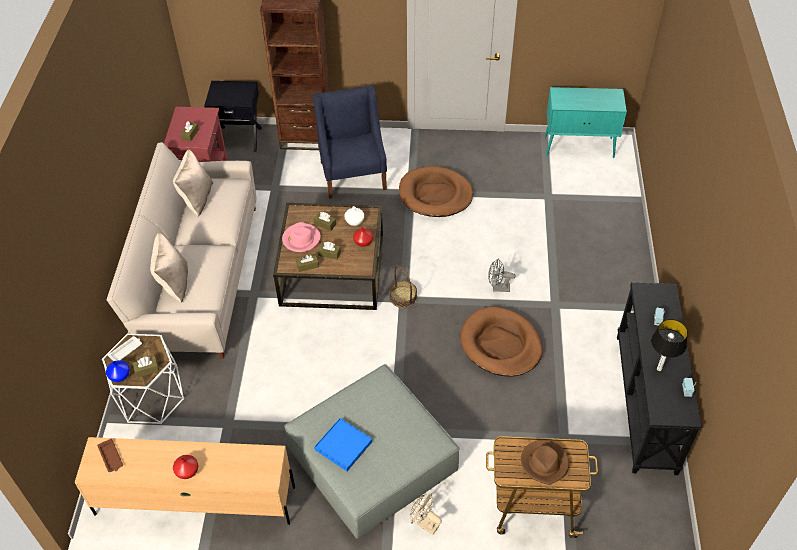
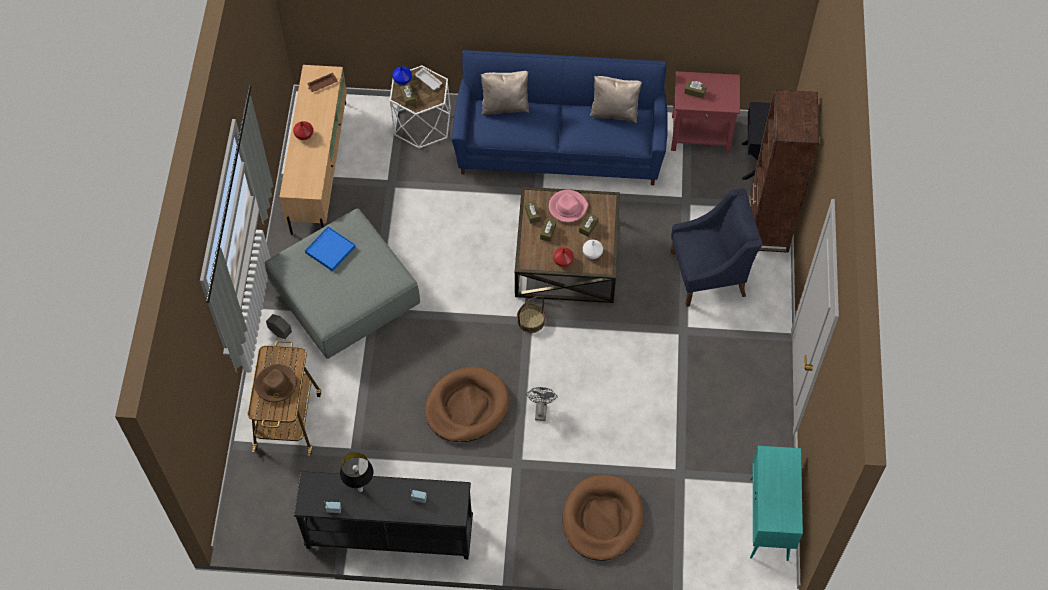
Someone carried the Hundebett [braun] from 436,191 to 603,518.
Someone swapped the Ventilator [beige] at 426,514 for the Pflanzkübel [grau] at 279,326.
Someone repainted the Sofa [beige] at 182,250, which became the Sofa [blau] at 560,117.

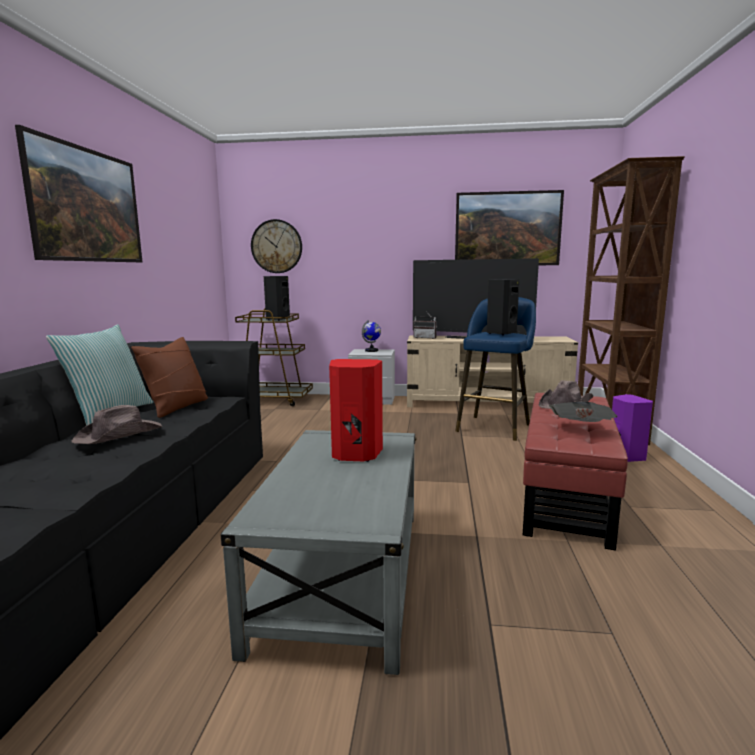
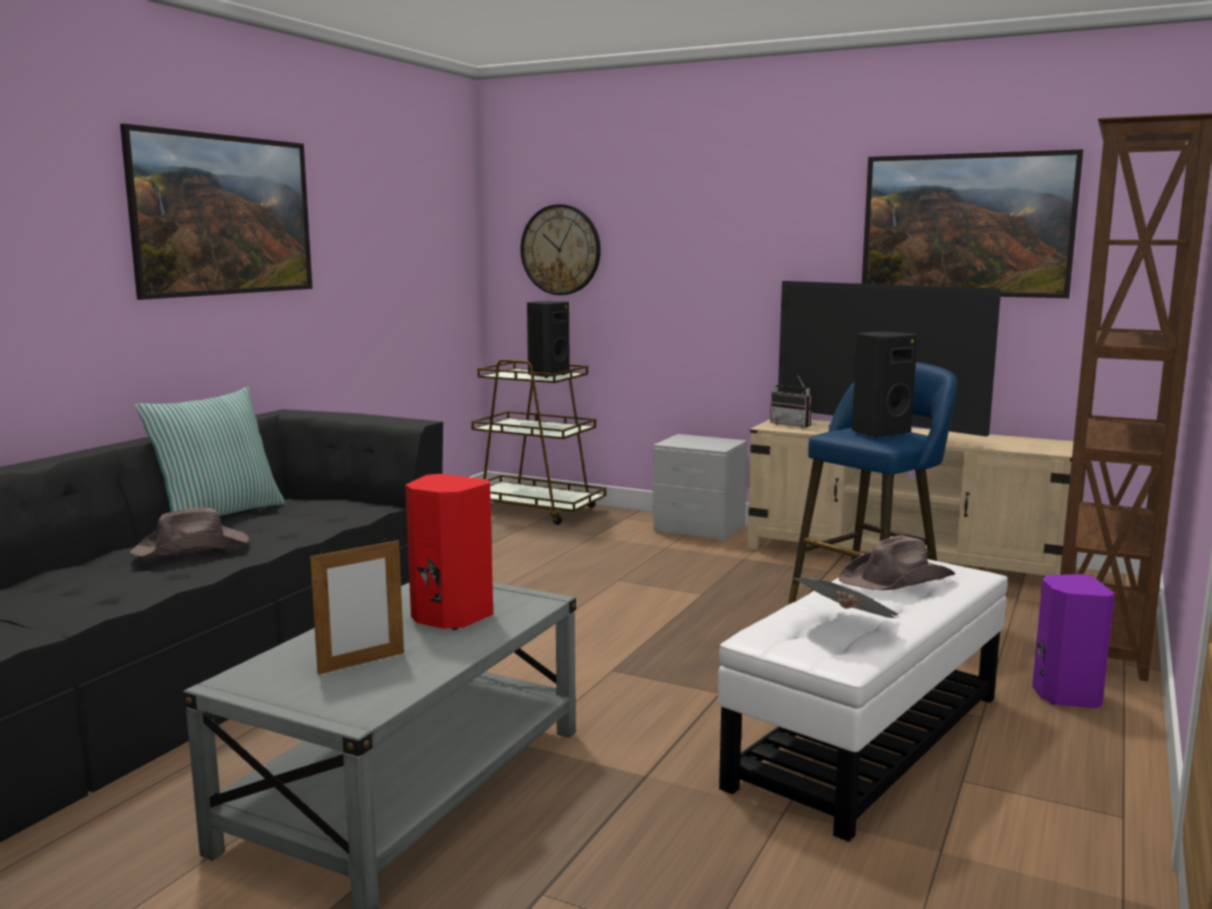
Someone took away the Kissen [braun] at 169,377.
Someone took away the Globus at 371,336.
Someone put down the Bilderrahmen at 357,606.
Someone repainted the Polsterhocker [rot] at 575,472, which became the Polsterhocker [weiß] at 863,700.

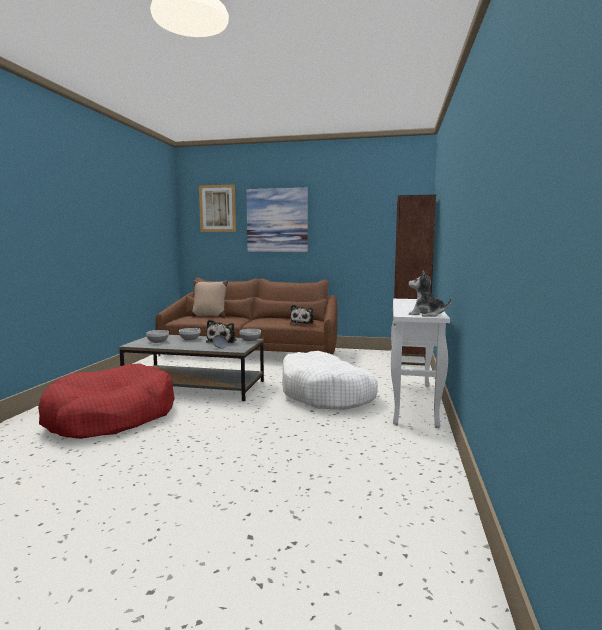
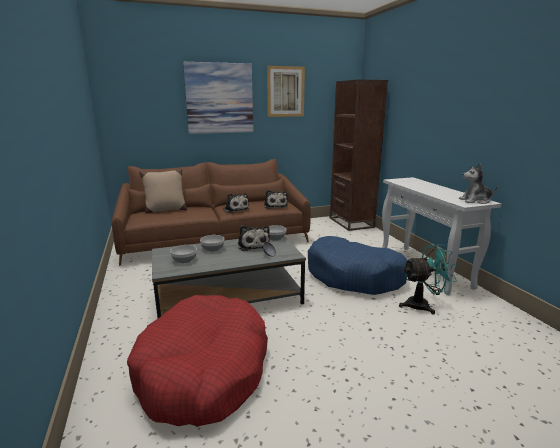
Someone put down the Plüschtier at 236,203.
Someone put down the Ventilator [türkis] at 428,280.
Someone carried the Bild from 217,208 to 286,91.
Someone repainted the Hundebett [weiß] at 330,380, which became the Hundebett [blau] at 357,265.

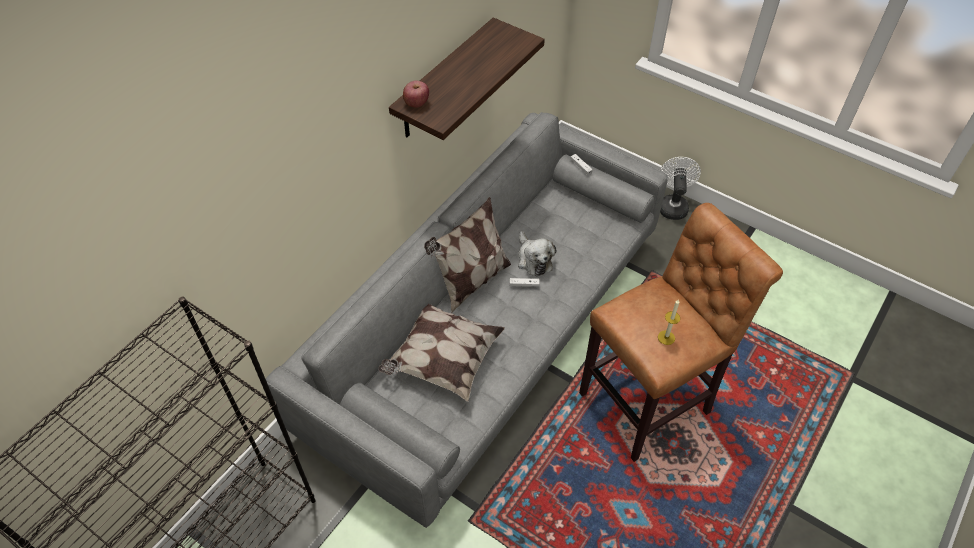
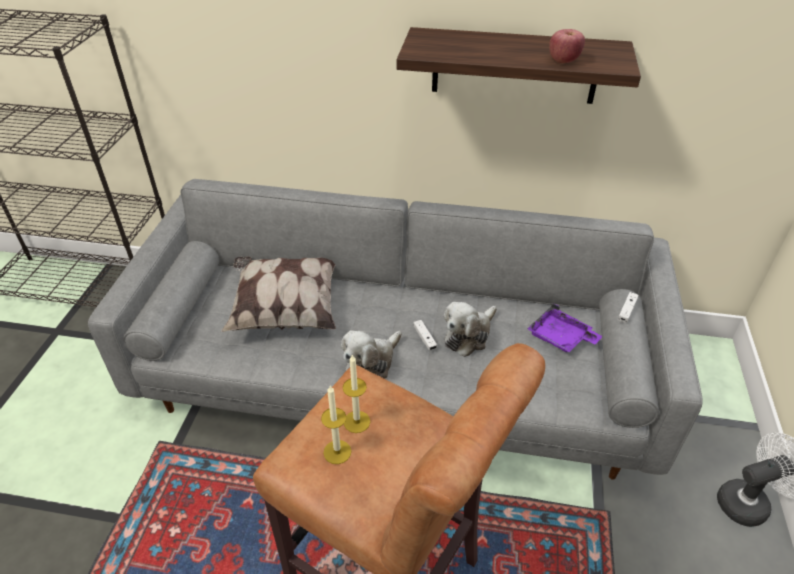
Someone took away the Kissen at 467,255.
Someone put down the Plüschtier at 371,354.
Someone put down the Kerze at 356,393.
Someone put down the Tablett [lila] at 564,327.
Someone carried the Apfel from 416,94 to 567,46.

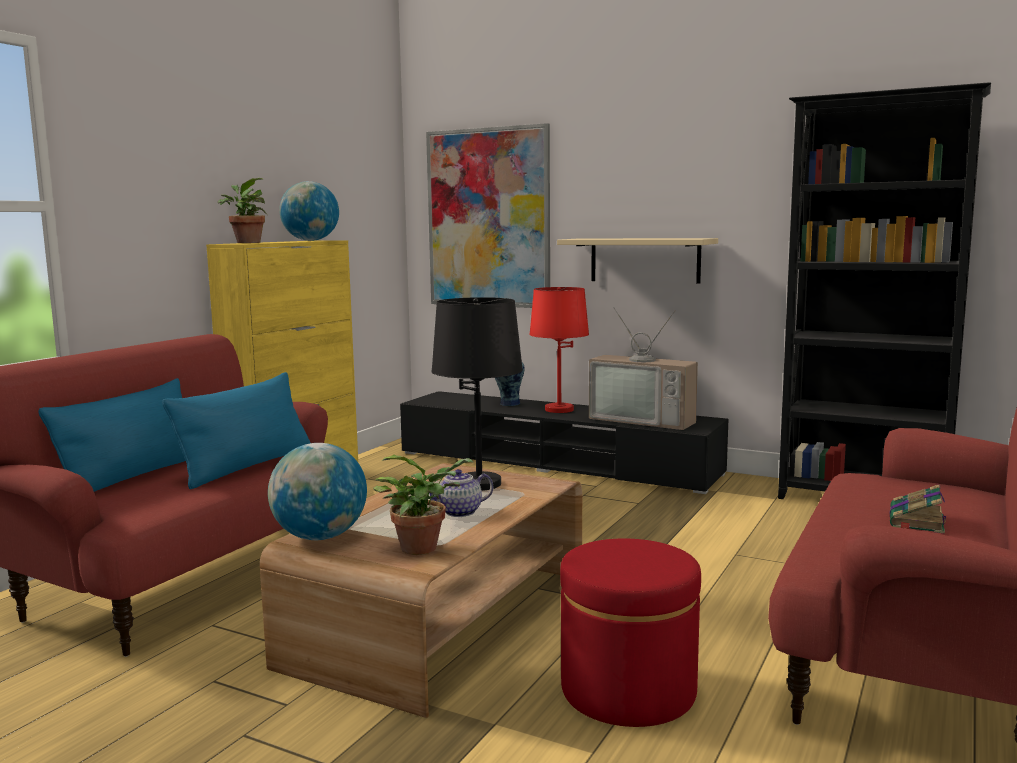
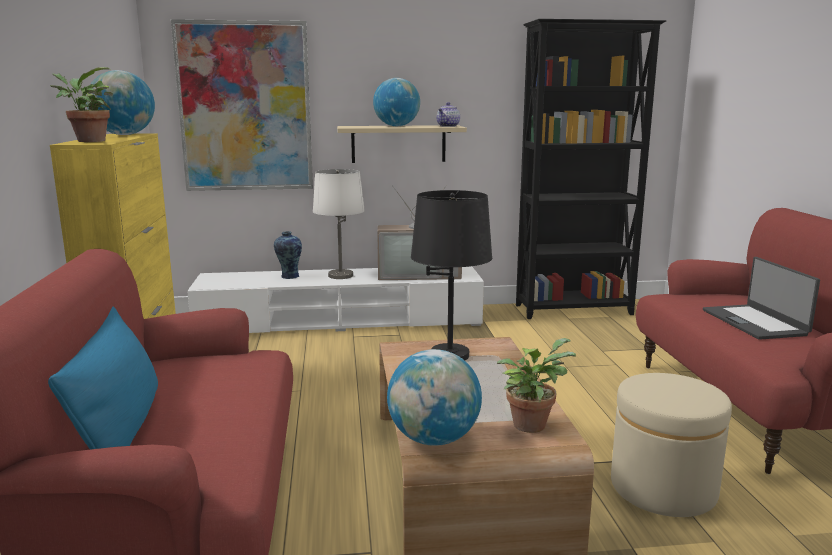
Someone took away the Kissen [blau] at 236,430.
Someone put down the Globus at 396,102.
Someone carried the Teekanne from 461,493 to 448,114.
Someone swapped the Buch at 918,509 for the Laptop at 761,298.
Someone repainted the Fernsehschrank [schwarz] at 564,442, which became the Fernsehschrank [weiß] at 335,299.
Someone repainted the Tischlampe [rot] at 559,350, which became the Tischlampe [weiß] at 339,224.
Someone repainted the Polsterhocker [rot] at 630,632, which became the Polsterhocker [beige] at 671,445.

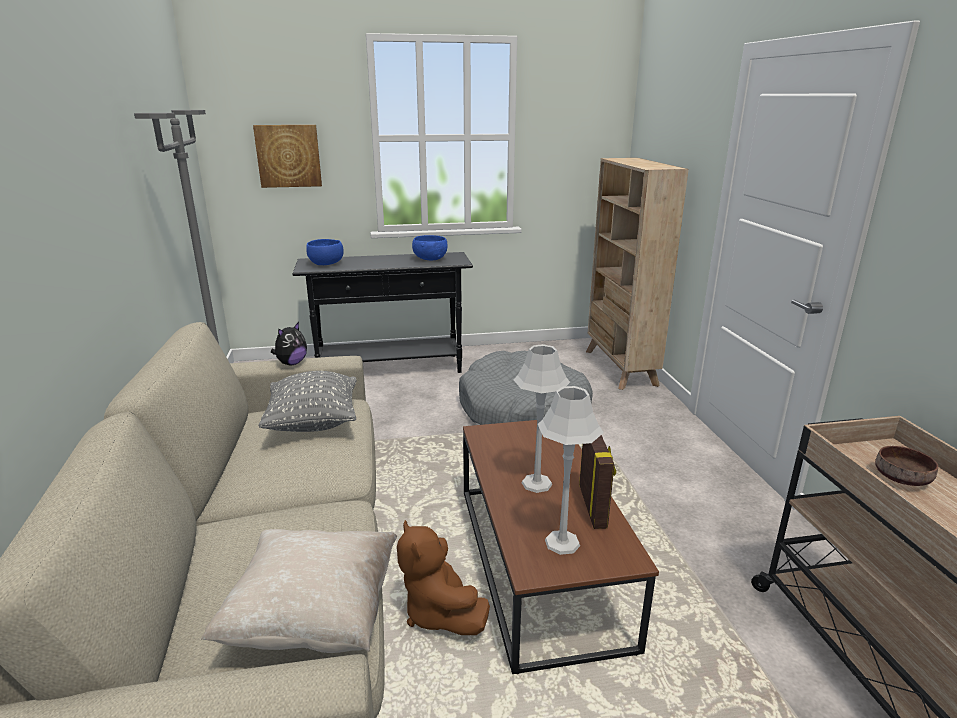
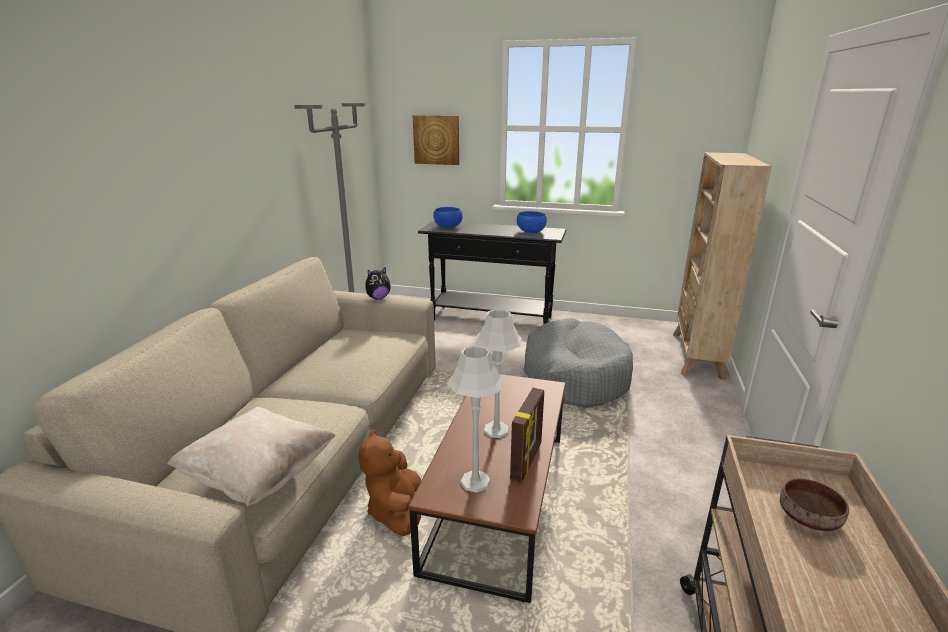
Someone took away the Kissen [grau] at 307,401.

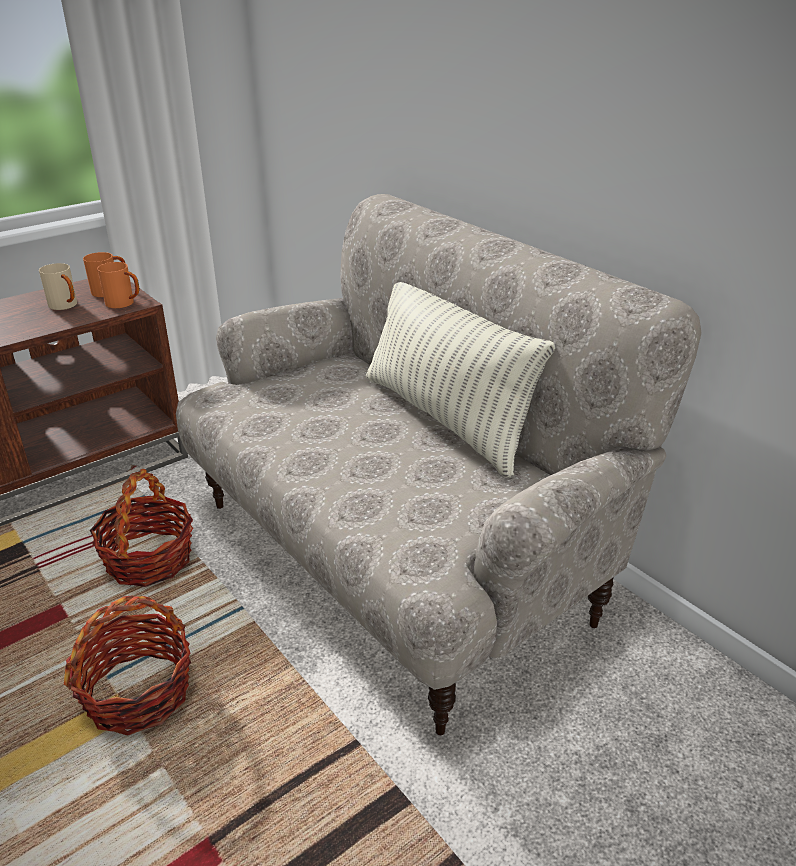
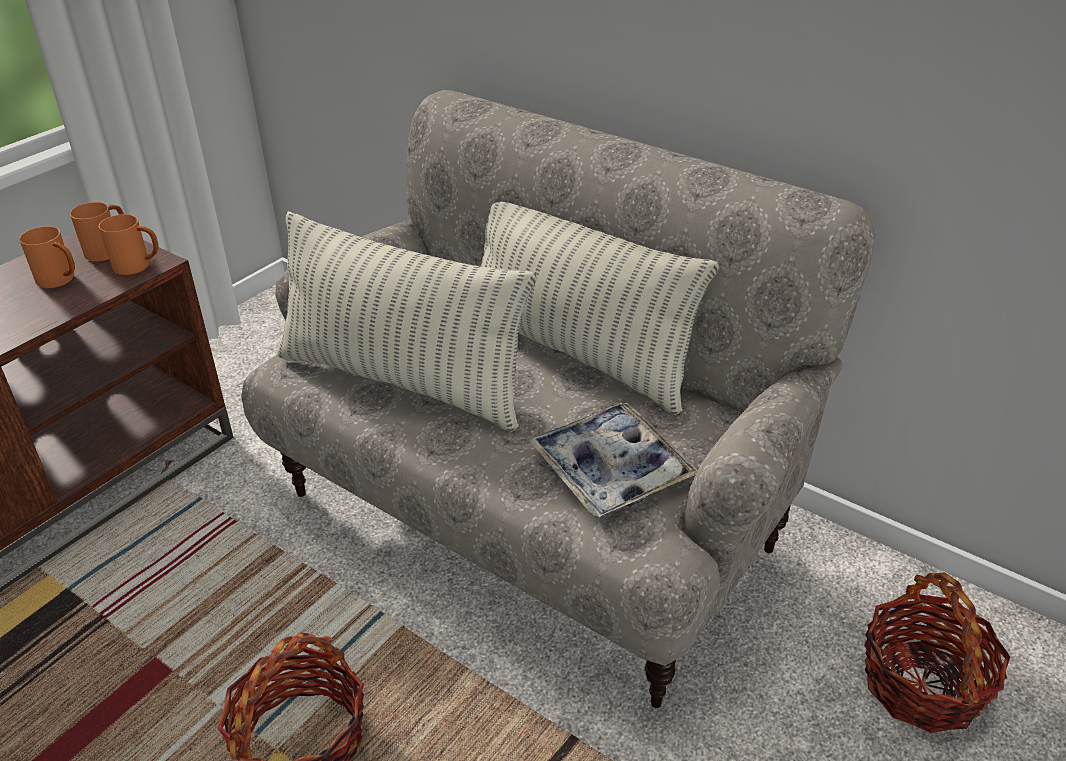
Someone put down the Kissen at 407,322.
Someone put down the Tablett at 613,459.
Someone carried the Korb from 141,528 to 937,652.
Someone repainted the Henkelbecher [beige] at 58,286, which became the Henkelbecher [orange] at 47,257.

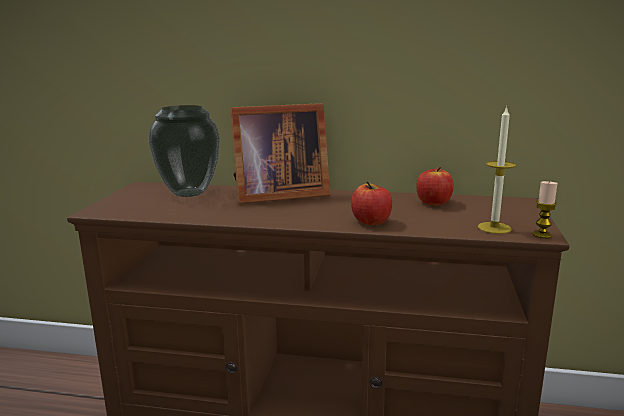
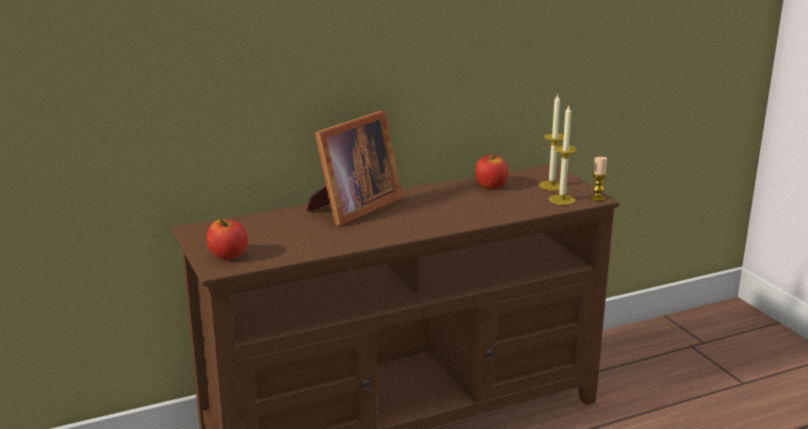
Someone took away the Vase at 184,151.
Someone put down the Kerze at 551,142.
Someone carried the Apfel from 371,203 to 227,239.

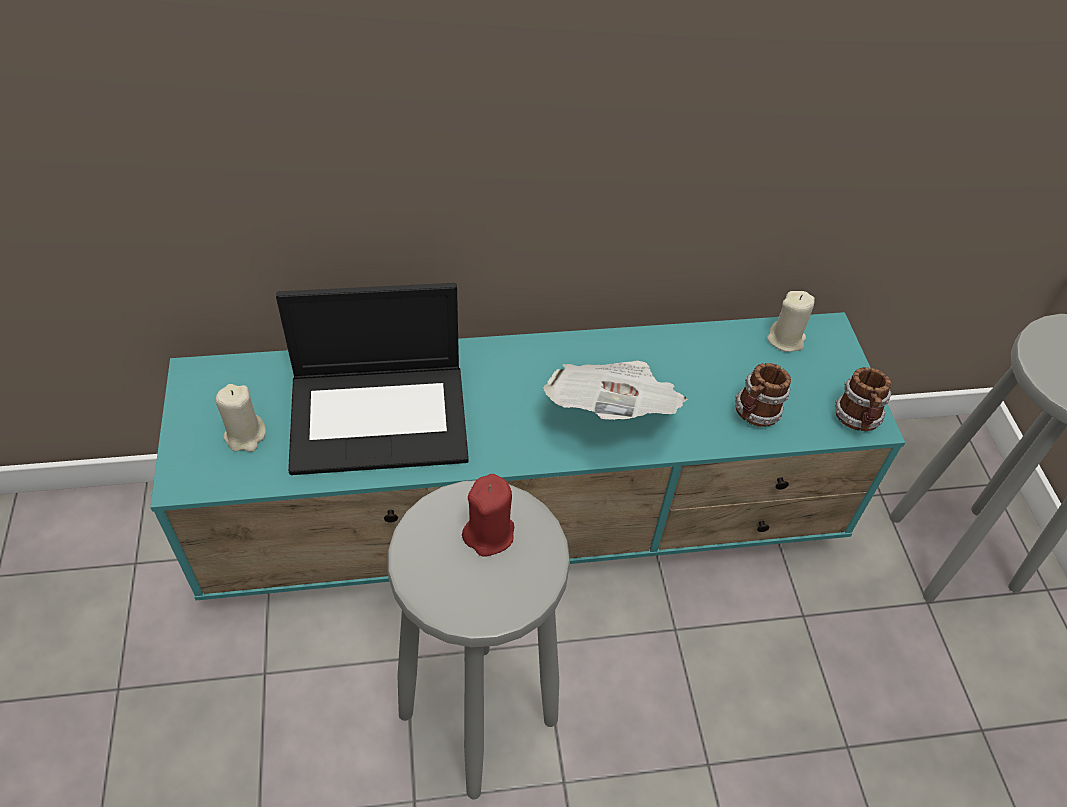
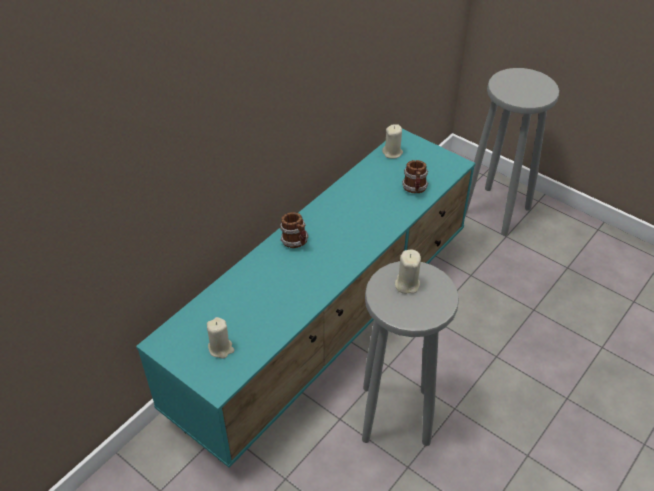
Someone took away the Laptop at 372,379.
Someone took away the Zeitung at 615,390.
Someone carried the Henkelbecher from 863,399 to 294,230.
Someone repainted the Kerze [rot] at 488,515, which became the Kerze [beige] at 408,272.

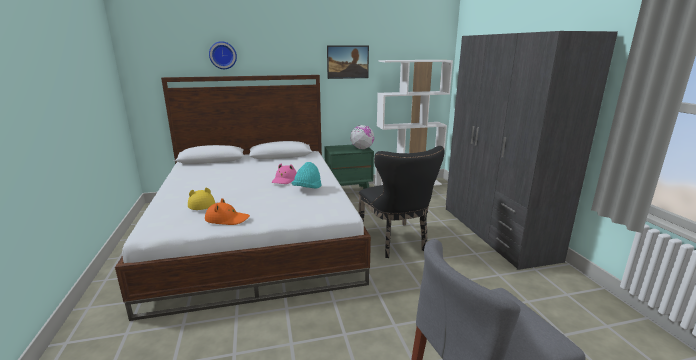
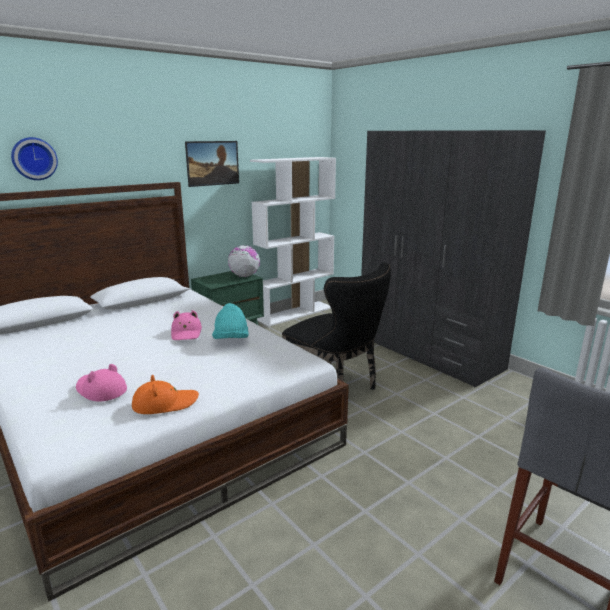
Someone repainted the Hut [gelb] at 201,199, which became the Hut [rosa] at 101,382.

